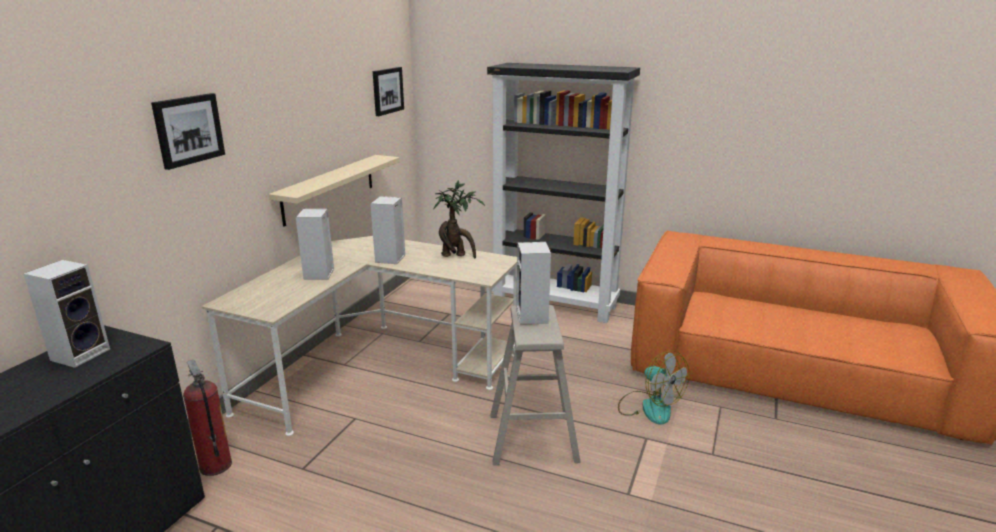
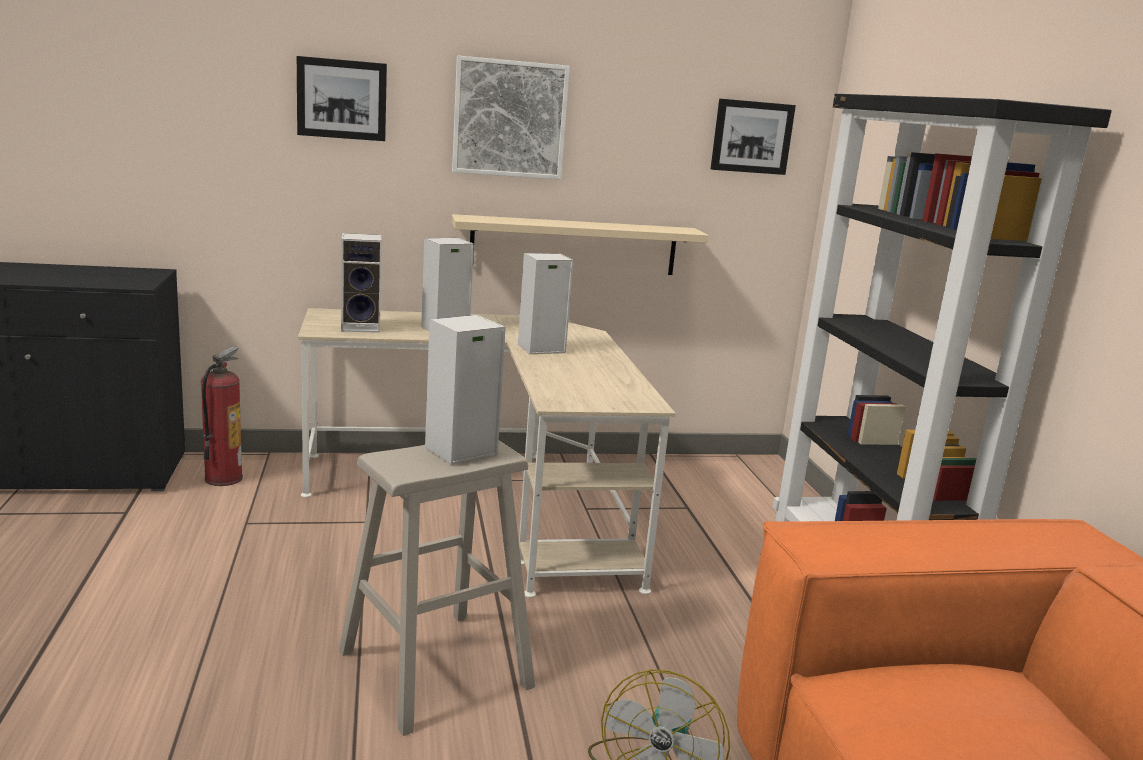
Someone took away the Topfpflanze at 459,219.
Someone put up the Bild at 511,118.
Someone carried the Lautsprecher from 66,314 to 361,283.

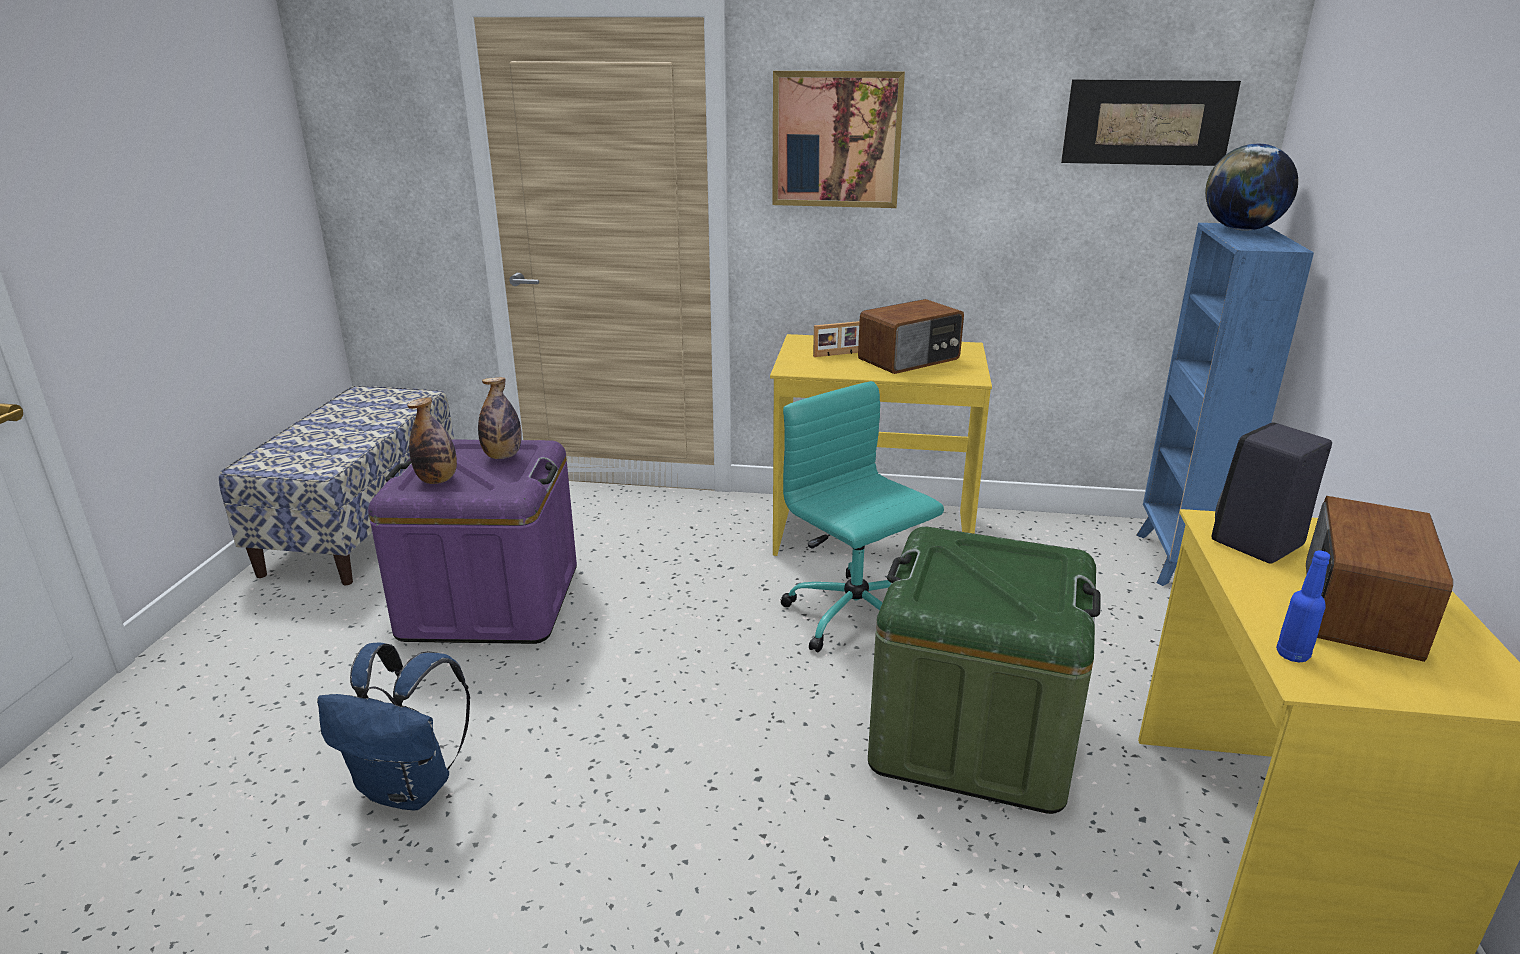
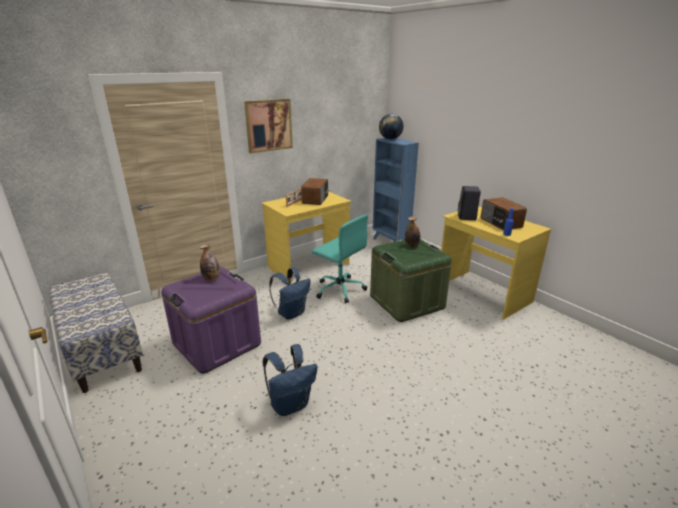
Someone took away the Bild at 1151,123.
Someone put down the Rucksack [blau] at 290,293.
Someone carried the Flasche from 432,440 to 413,231.
Someone rotated the Bürostuhl [türkis] at 862,516 by 150 degrees counterclockwise.

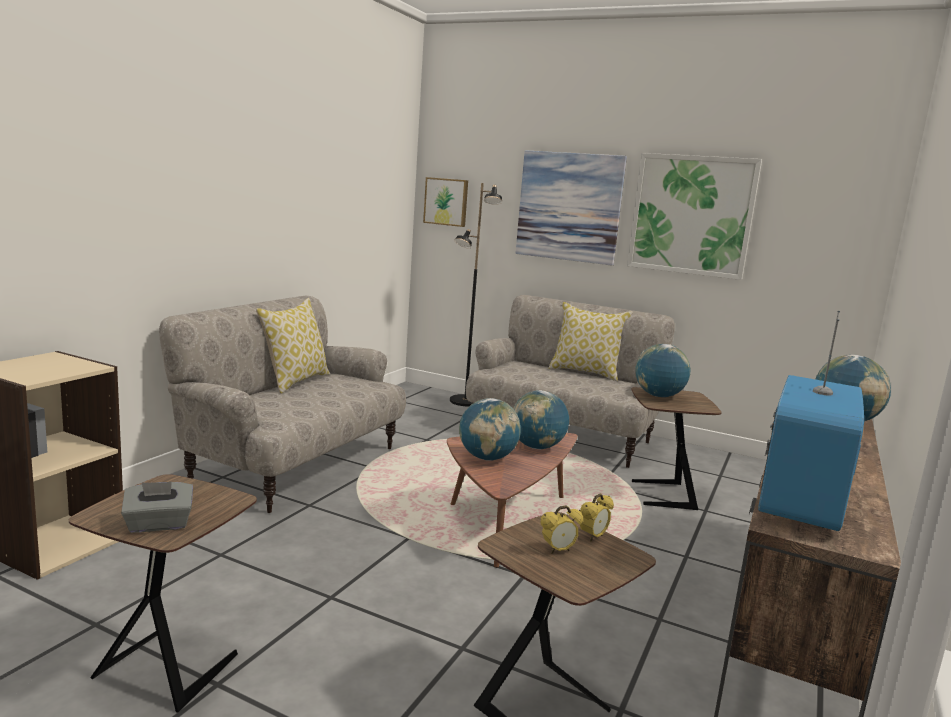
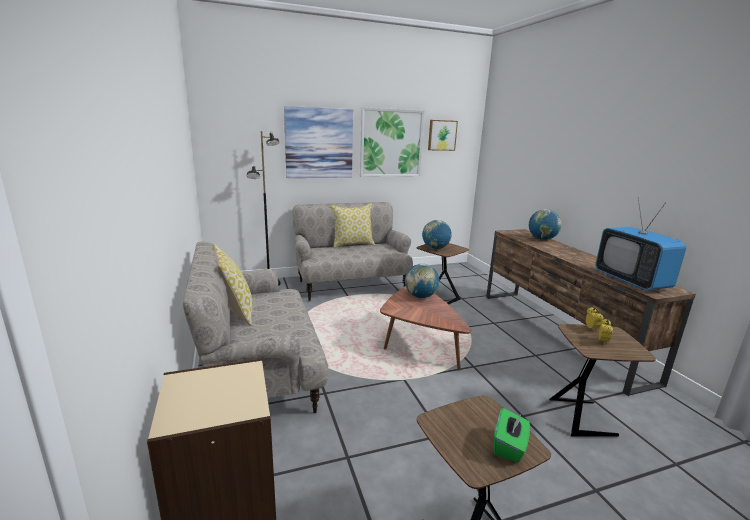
Someone took away the Globus at 490,429.
Someone carried the Bild from 445,202 to 443,135.
Someone repainted the Taschentuchbox [grau] at 157,507, which became the Taschentuchbox [grün] at 511,435.

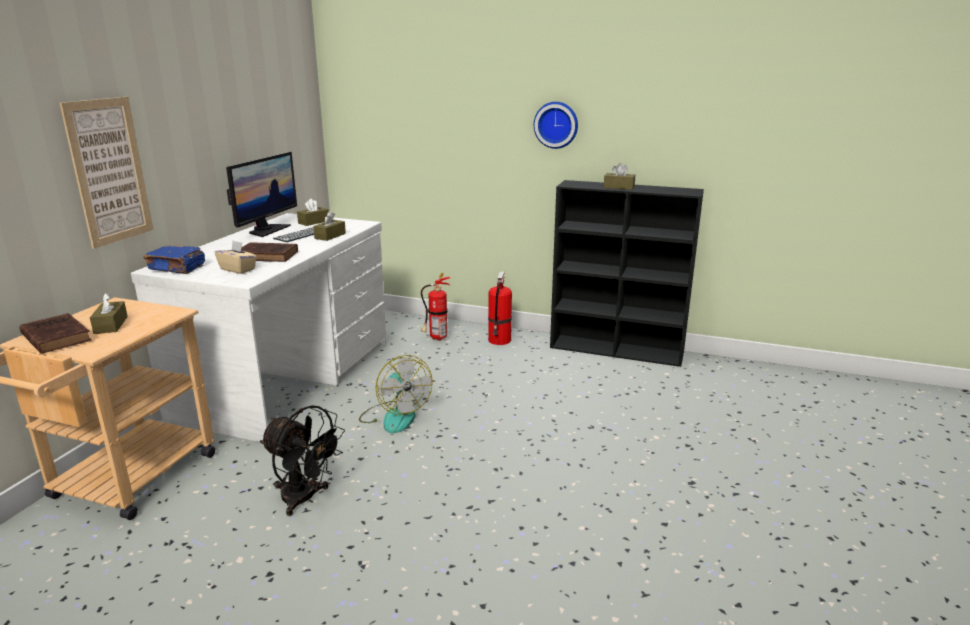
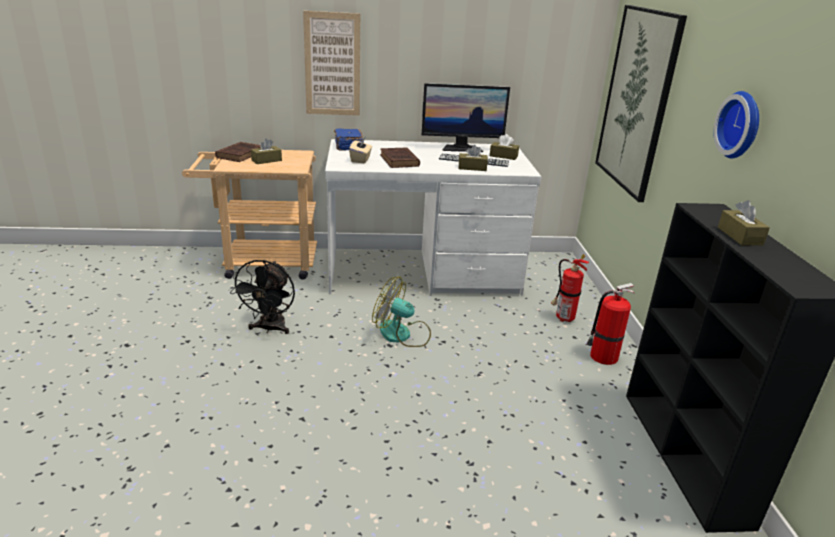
Someone put up the Bild at 641,103.
Someone rotated the Ventilator at 396,394 by 75 degrees clockwise.

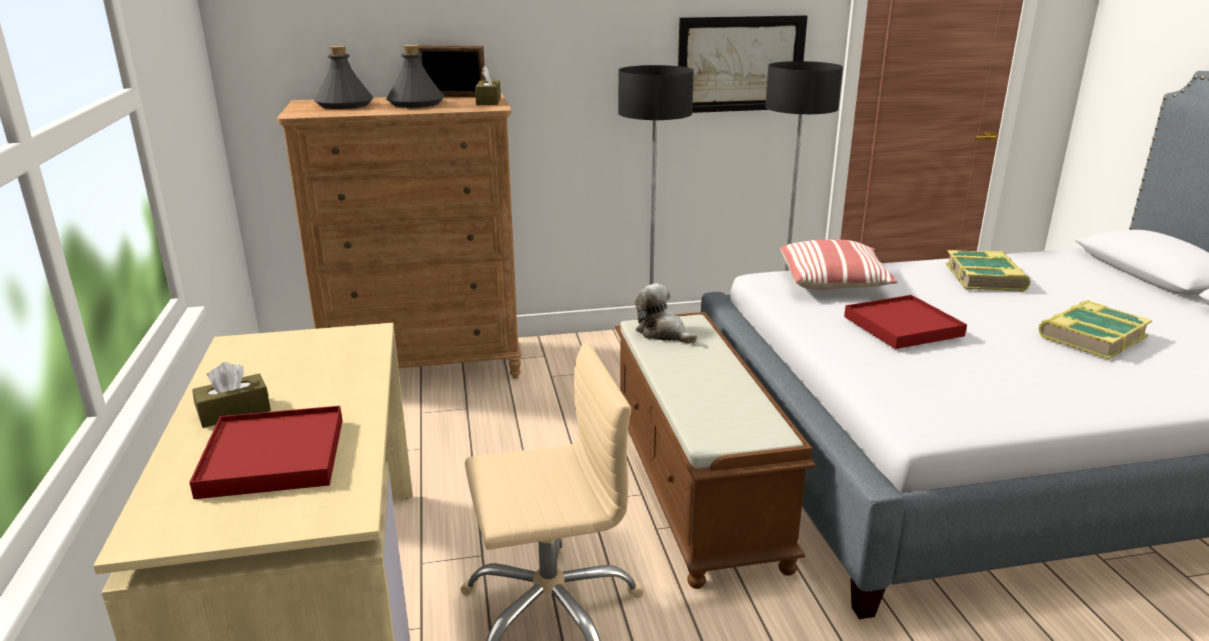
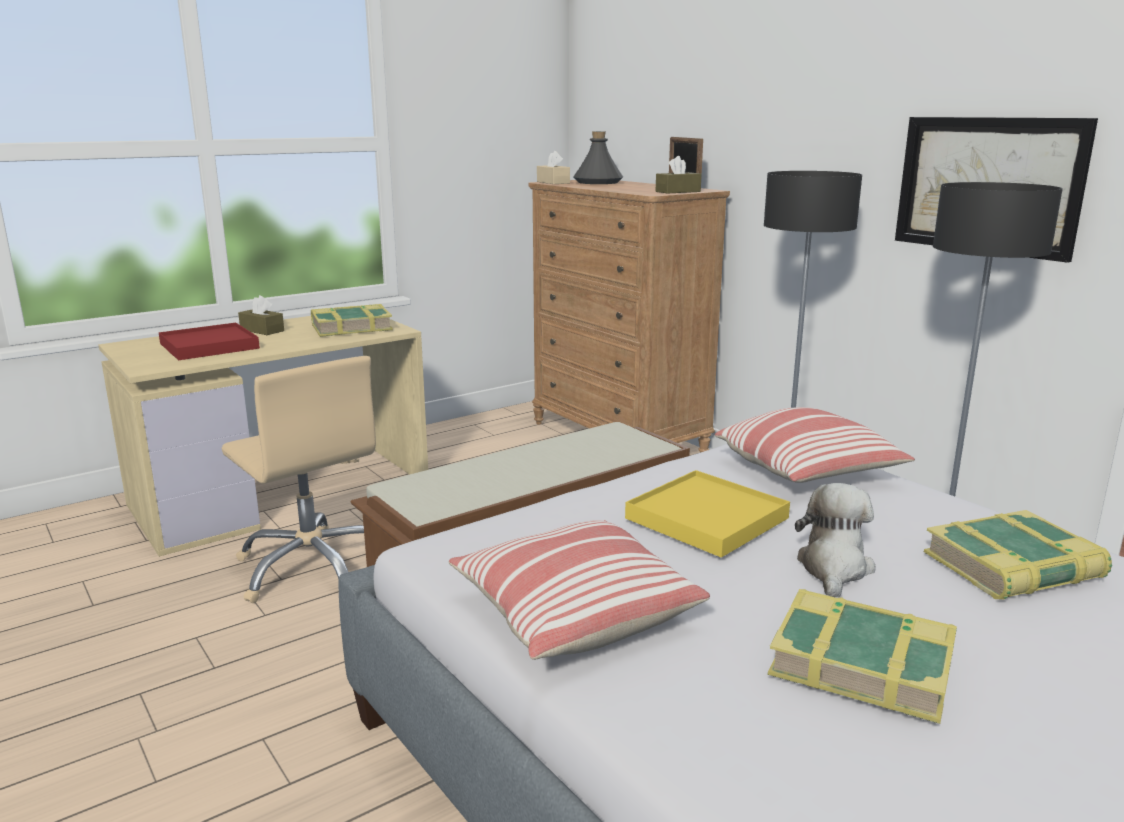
Someone took away the Flasche [grau] at 415,76.
Someone put down the Buch at 352,320.
Someone put down the Kissen at 579,590.
Someone put down the Taschentuchbox [beige] at 553,167.
Someone carried the Plüschtier from 666,313 to 835,540.
Someone repainted the Tablett [rot] at 905,322, which became the Tablett [gelb] at 707,514.

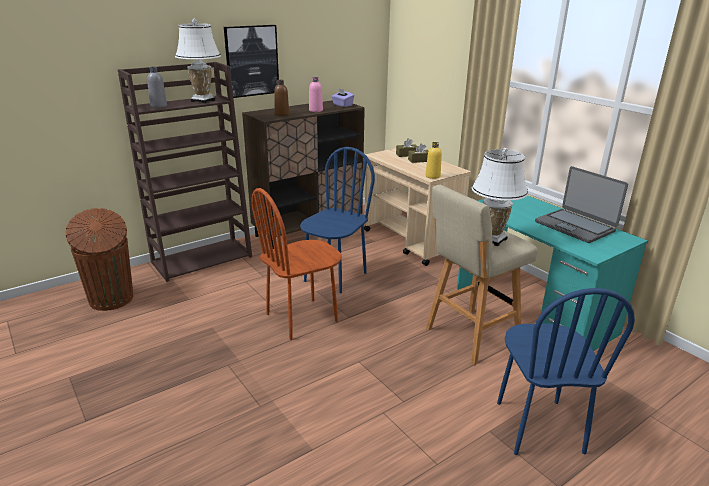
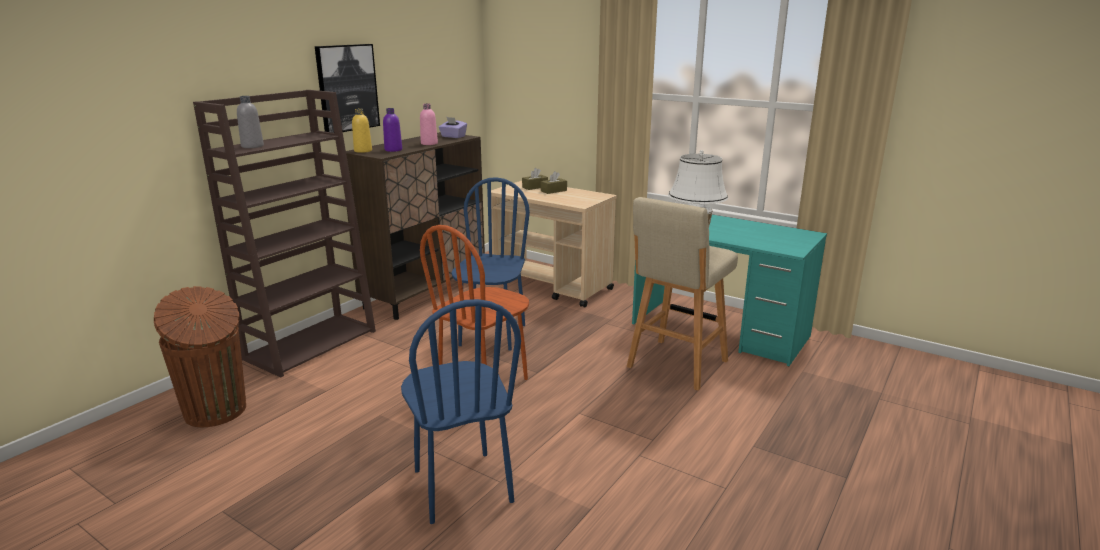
Someone took away the Tischlampe [weiß] at 198,61.
Someone took away the Laptop at 581,204.
Someone carried the Flasche [gelb] from 434,160 to 362,131.
Someone carried the Stuhl [blau] from 566,371 to 461,411.
Someone repainted the Flasche [braun] at 281,98, which became the Flasche [lila] at 392,130.

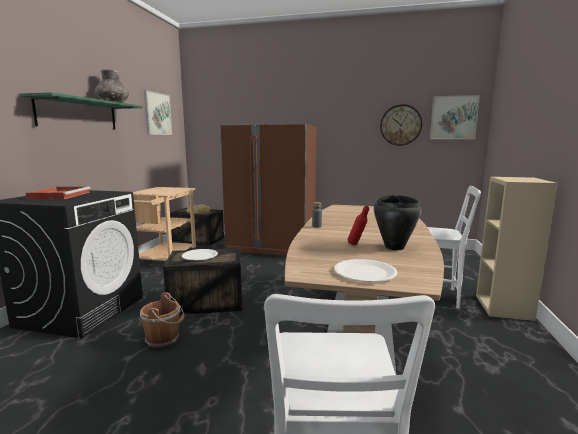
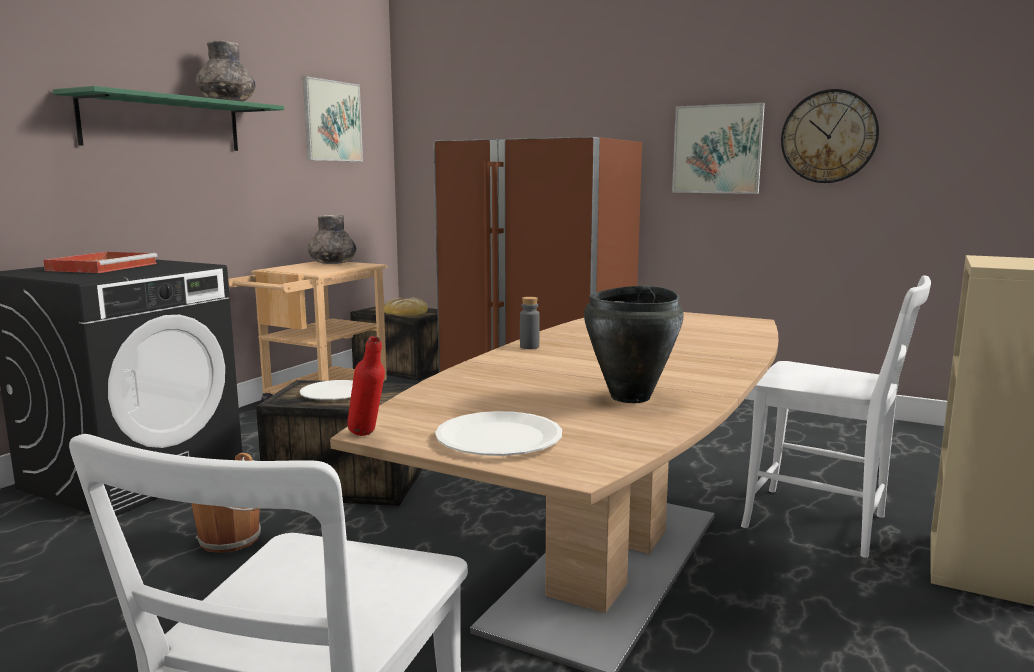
Someone put down the Vase [grau] at 332,239.
Someone carried the Flasche [rot] from 358,225 to 366,386.
Someone carried the Bild from 455,117 to 718,148.

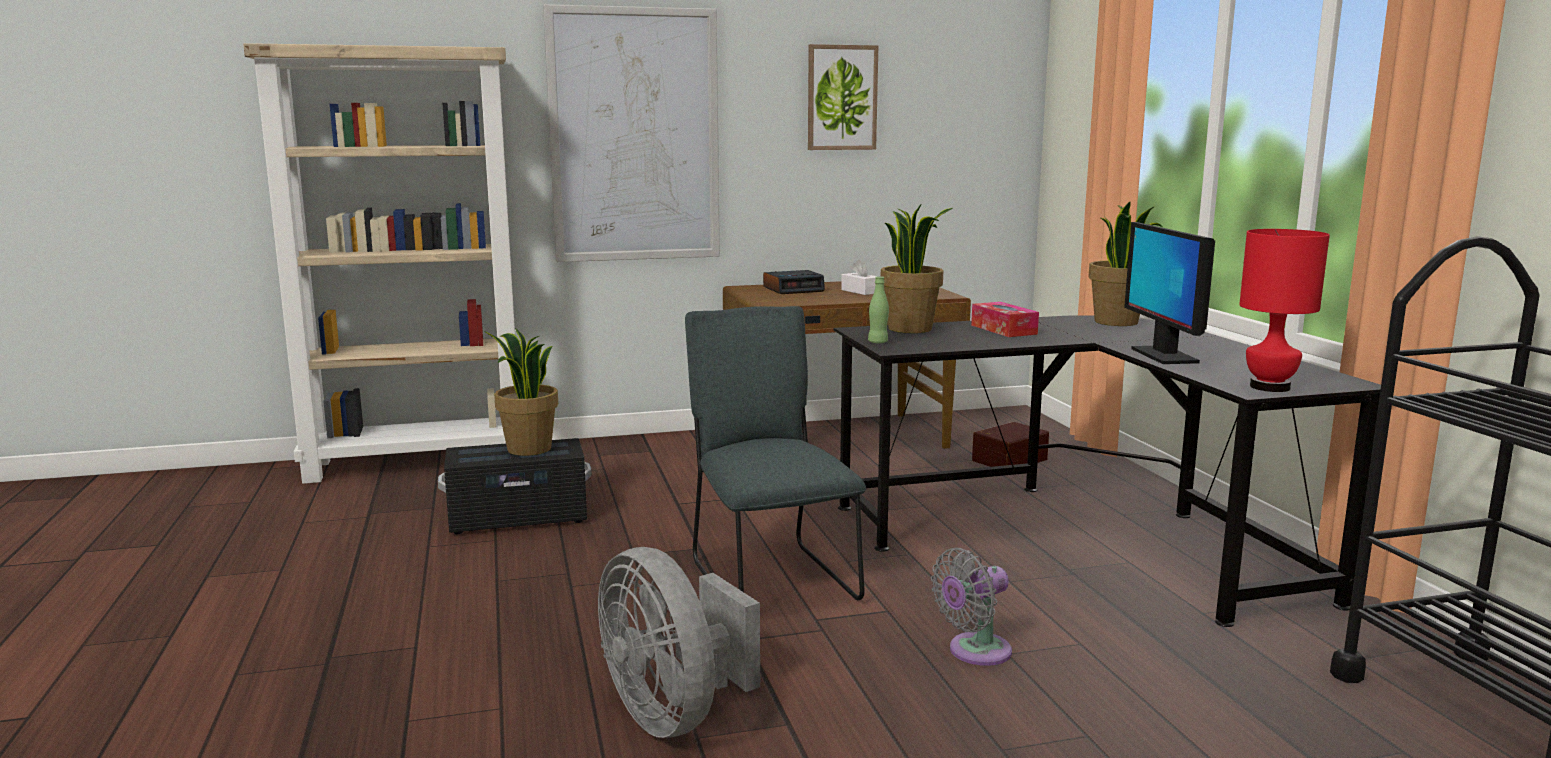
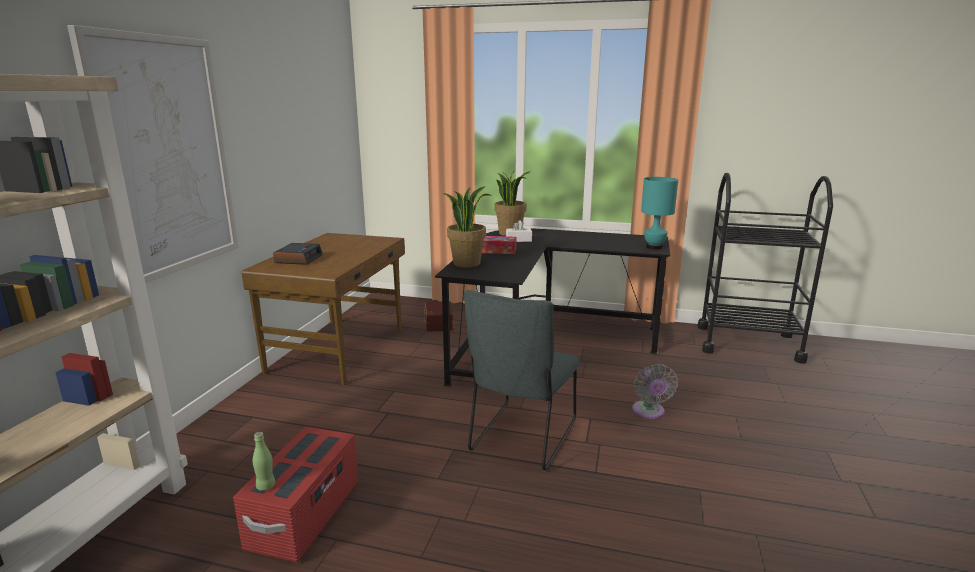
Someone took away the Topfpflanze at 521,392.
Someone took away the Ventilator [grau] at 679,642.
Someone took away the Bild at 843,97.
Someone took away the Monitor at 1169,293.
Someone carried the Taschentuchbox [weiß] from 859,277 to 519,231.
Someone carried the Flasche [grün] from 878,309 to 264,461.
Someone repainted the Aufbewahrungsbox [schwarz] at 515,486, which became the Aufbewahrungsbox [rot] at 295,494.
Someone repainted the Tischlampe [rot] at 1284,310, which became the Tischlampe [türkis] at 659,213.
Someone rotated the Stuhl [grau] at 775,453 by 75 degrees counterclockwise.

